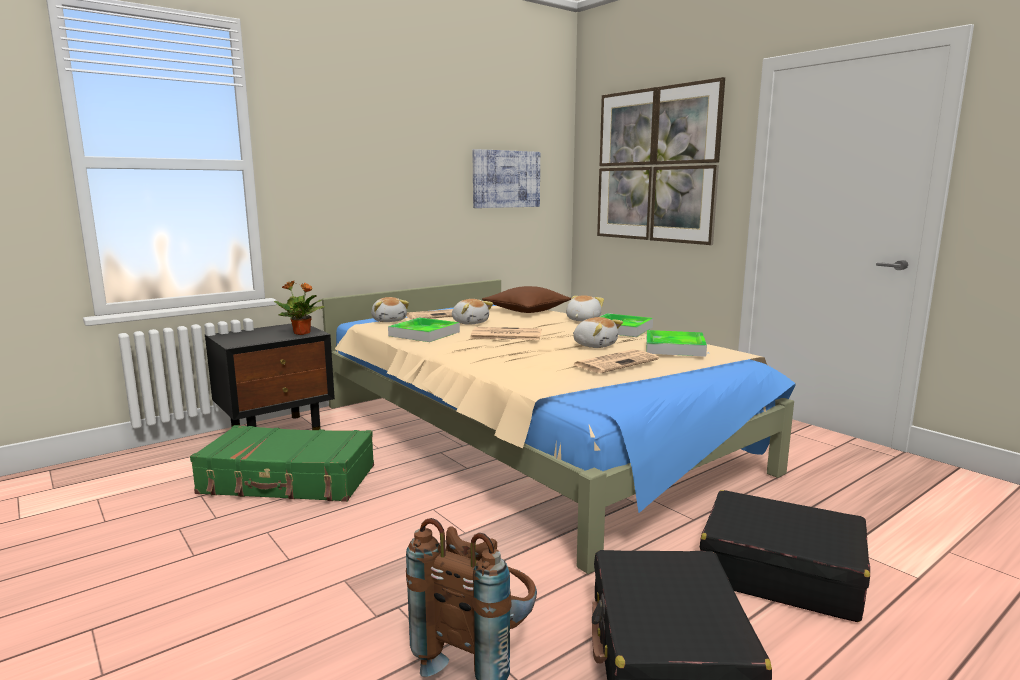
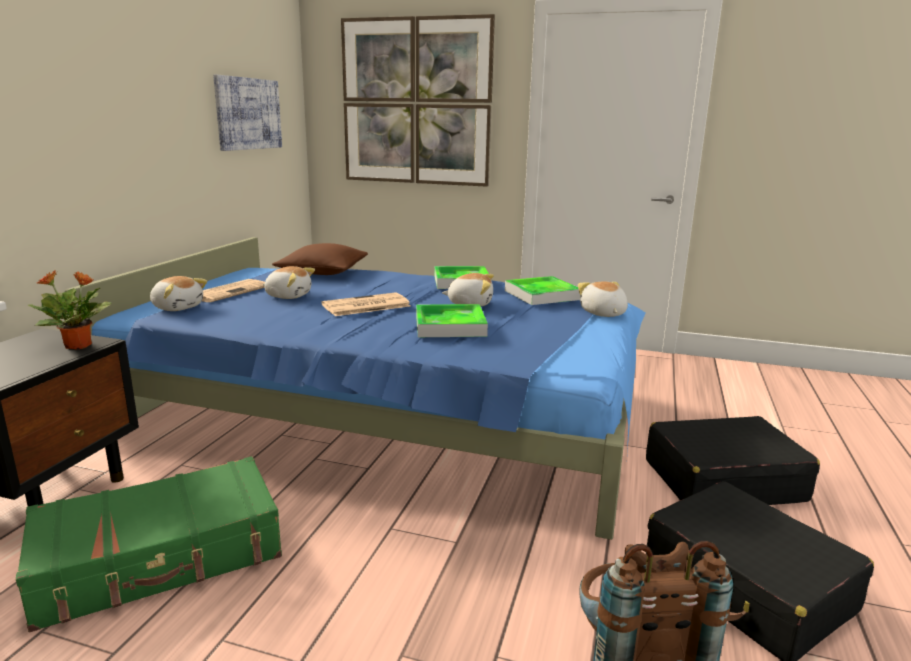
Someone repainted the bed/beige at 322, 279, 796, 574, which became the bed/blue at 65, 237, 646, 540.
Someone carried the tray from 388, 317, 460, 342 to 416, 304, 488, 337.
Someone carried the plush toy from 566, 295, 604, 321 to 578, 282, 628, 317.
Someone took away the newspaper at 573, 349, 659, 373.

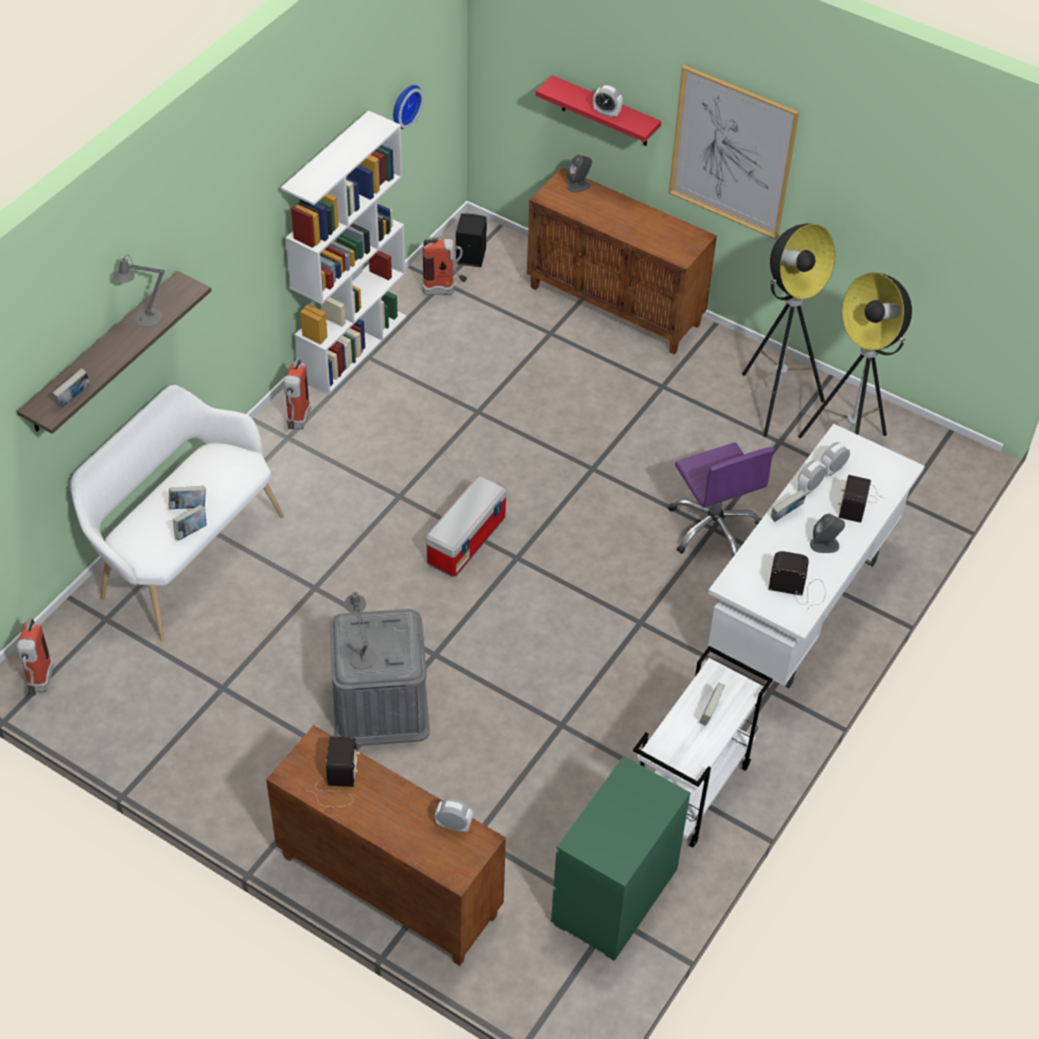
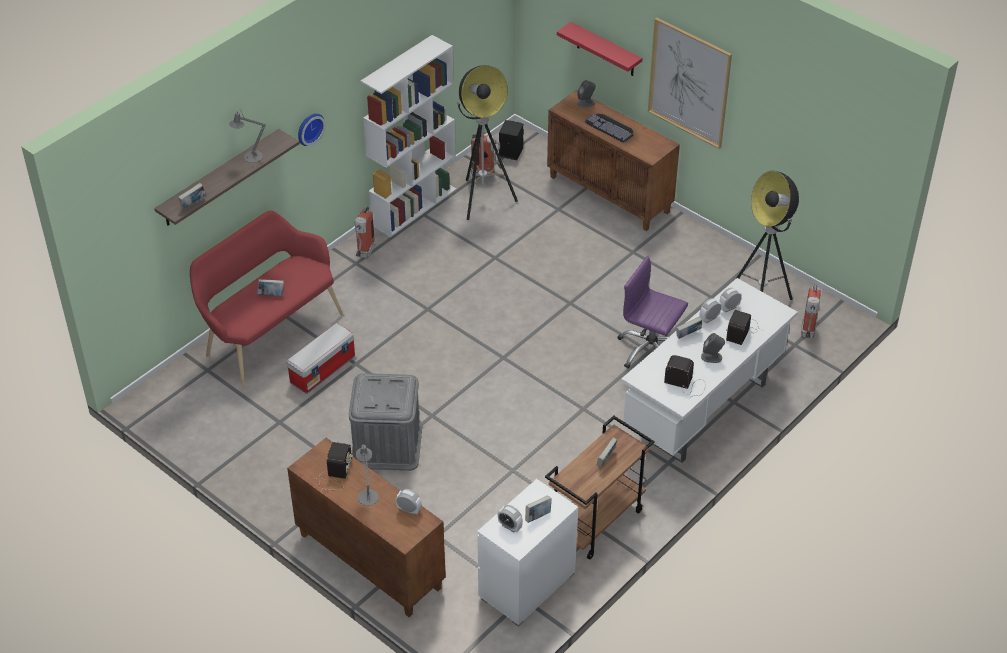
Someone repainted the bench/white at 70, 385, 284, 642, which became the bench/red at 190, 211, 343, 388.
Someone carried the storage box from 426, 475, 507, 577 to 287, 323, 355, 394.
Someone carried the wall clock from 393, 85, 424, 129 to 298, 113, 326, 146.
Someone carried the table lamp/grey from 344, 592, 377, 669 to 356, 445, 379, 506.
Someone carried the floor lamp from 742, 223, 835, 437 to 458, 65, 518, 220.
Someone repainted the dresser/green at 551, 756, 690, 961, which became the dresser/white at 477, 479, 578, 626.
Someone carried the alarm clock from 593, 85, 623, 118 to 498, 505, 523, 532.
Someone carried the book from 173, 505, 207, 541 to 525, 495, 552, 523.
Someone repainted the cart/white at 633, 646, 773, 848, which became the cart/brown at 545, 415, 654, 560.
Someone put down the keyboard at 584, 114, 633, 142.
Someone rotated the office chair/purple at 668, 442, 775, 558 by 135 degrees clockwise.
Someone carried the fire extinguisher from 17, 617, 54, 696 to 801, 284, 821, 338.

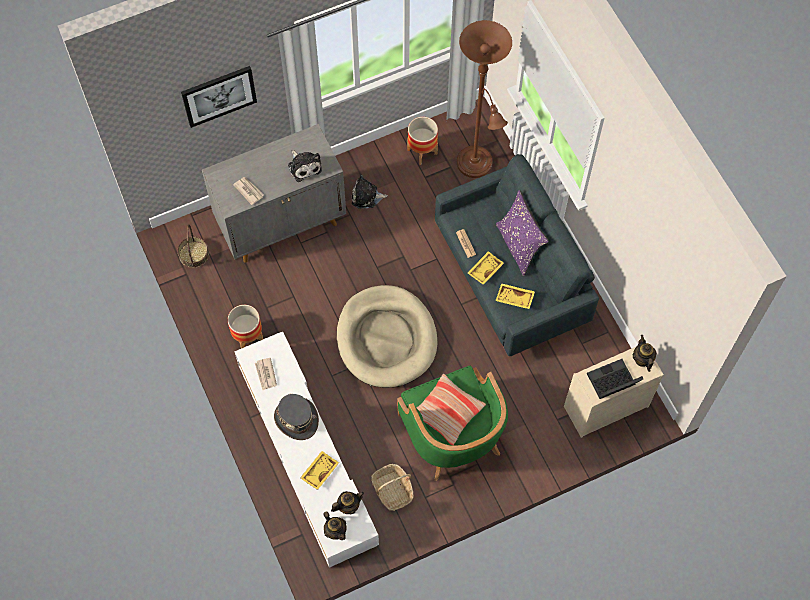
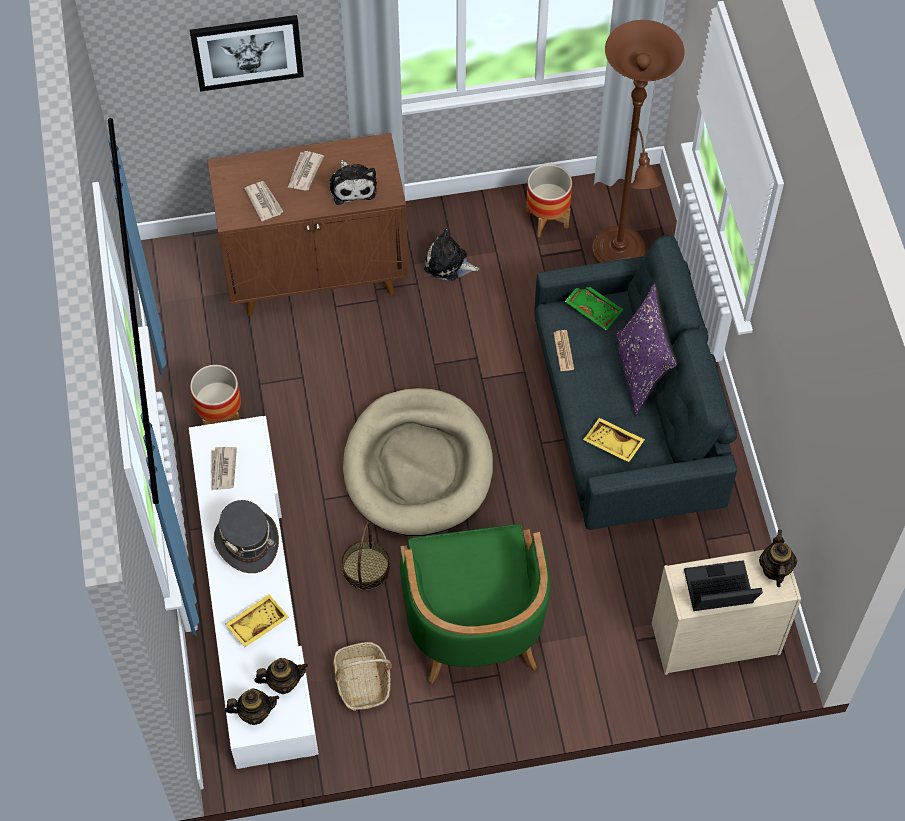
Someone repainted the cabinet/grey at 202, 124, 346, 263, which became the cabinet/brown at 207, 133, 409, 316.
Someone rotated the teapot at 323, 511, 347, 540 by 75 degrees counterclockwise.
Someone put down the newspaper at 288, 151, 324, 191.
Someone carried the basket from 178, 224, 209, 268 to 341, 522, 390, 591.
Someone put down the tray/green at 565, 287, 623, 330.
Someone took away the pillow at 417, 374, 486, 445.
Someone took away the tray/yellow at 467, 251, 504, 285.

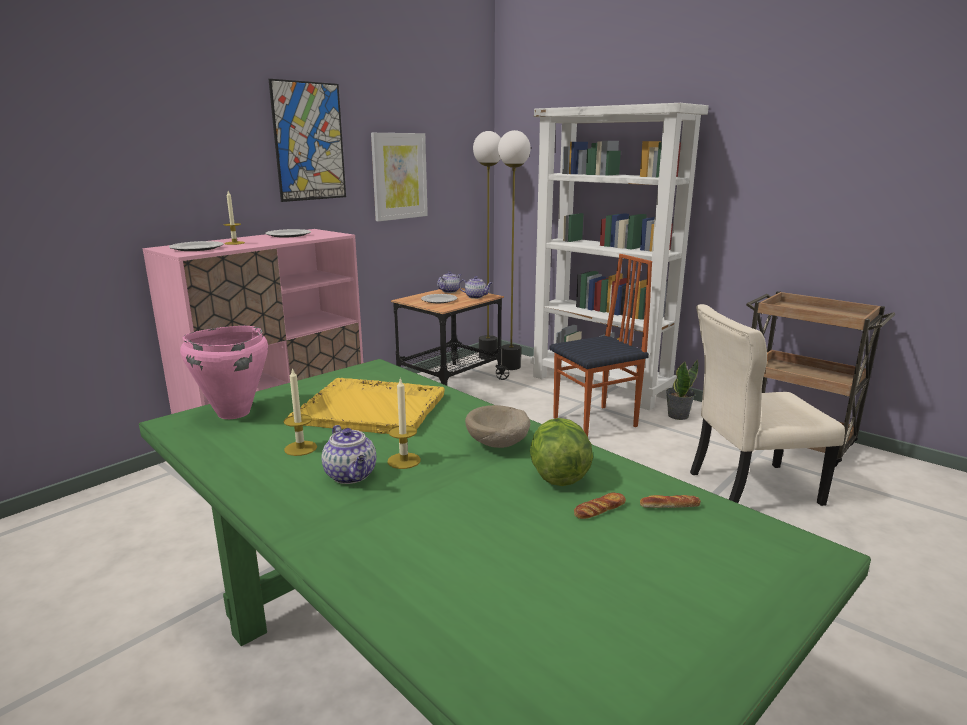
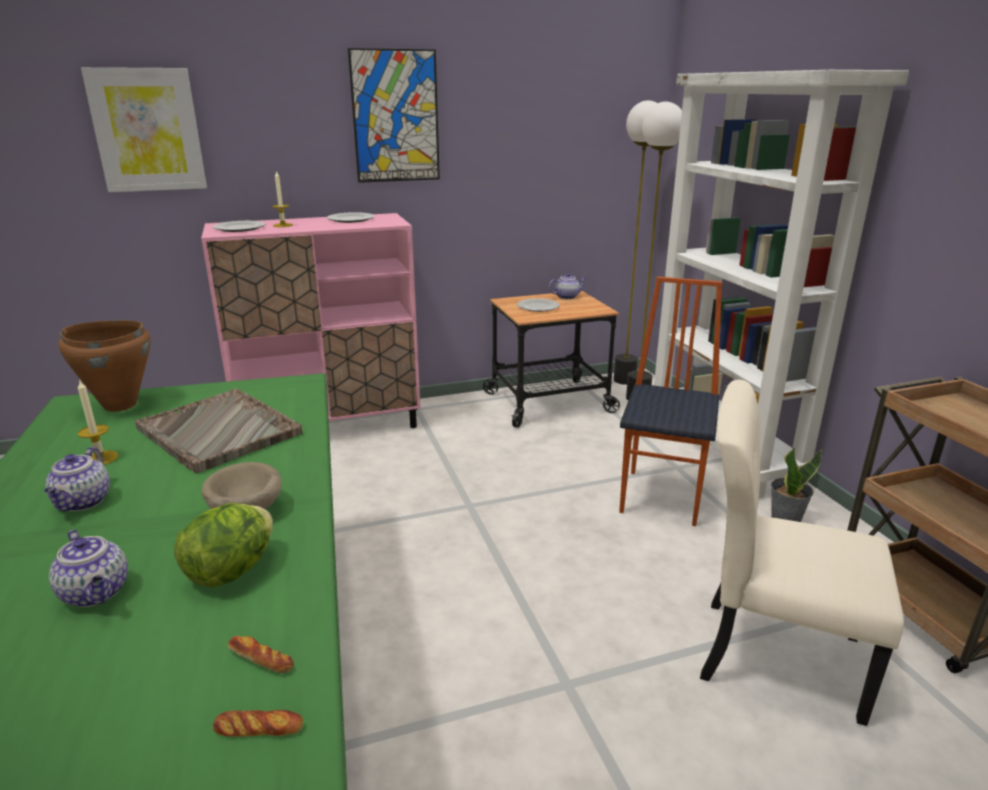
Someone carried the teapot from 459, 276, 492, 299 to 49, 530, 128, 607.
Someone repainted the cooking pot/pink at 180, 326, 268, 419, which became the cooking pot/brown at 58, 320, 151, 412.
Someone carried the picture from 371, 133, 428, 222 to 81, 67, 207, 192.
Someone repainted the tray/yellow at 288, 378, 445, 434, which became the tray/grey at 135, 389, 302, 473.
Someone carried the bread from 574, 492, 626, 519 to 213, 710, 303, 737.
Someone rotated the chair at 549, 254, 652, 436 by 75 degrees counterclockwise.
Someone took away the candle at 387, 377, 421, 469.

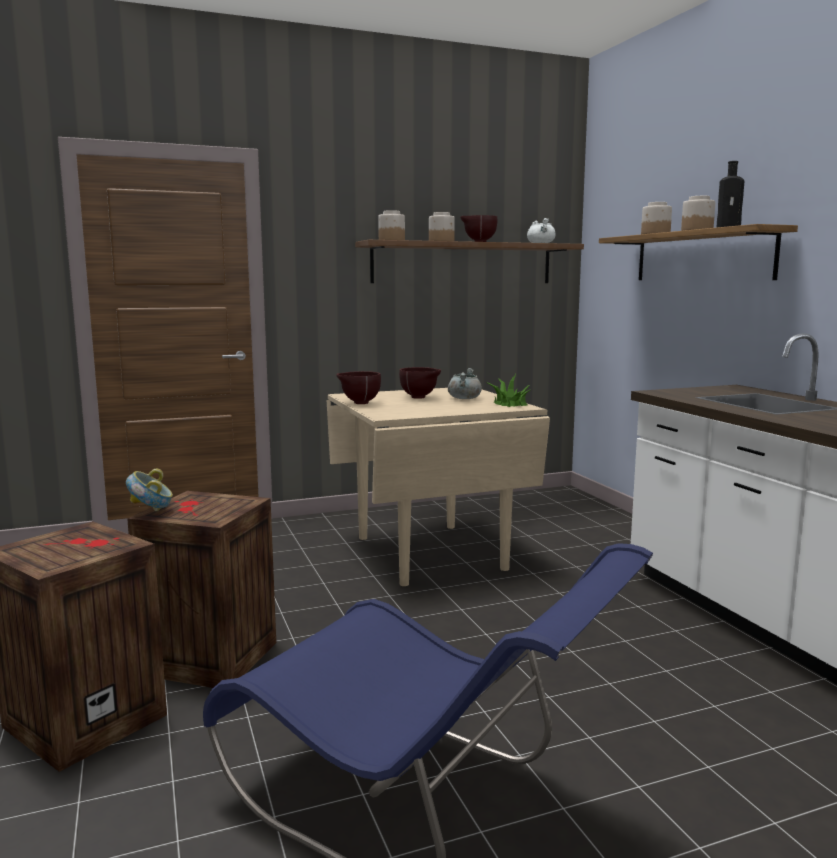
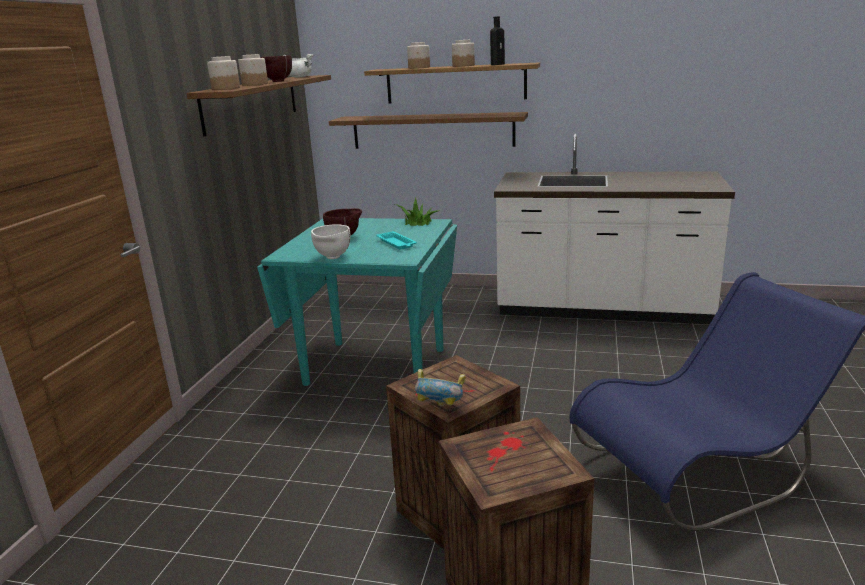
Someone repainted the dining table/beige at 326, 388, 550, 586, which became the dining table/turquoise at 257, 218, 457, 386.
Someone repainted the bowl/brown at 336, 371, 381, 404, which became the bowl/white at 311, 224, 350, 259.
Someone put up the shelf/brown at 329, 112, 528, 149.
Someone put down the tray/turquoise at 377, 231, 417, 250.
Someone took away the cooking pot/grey at 448, 368, 482, 399.

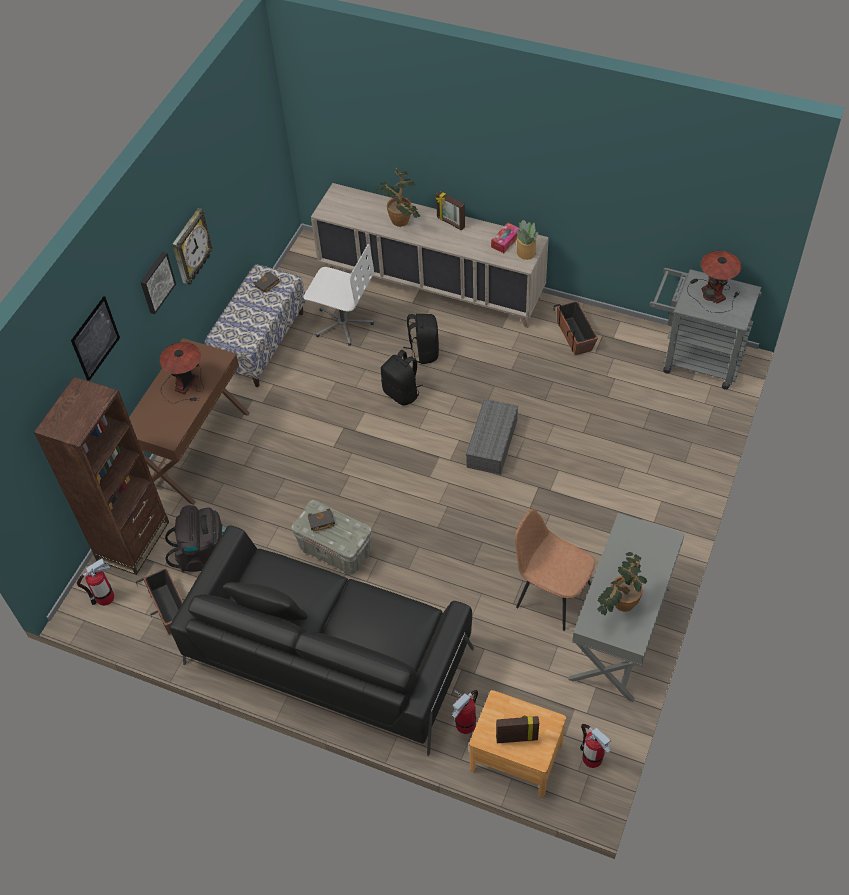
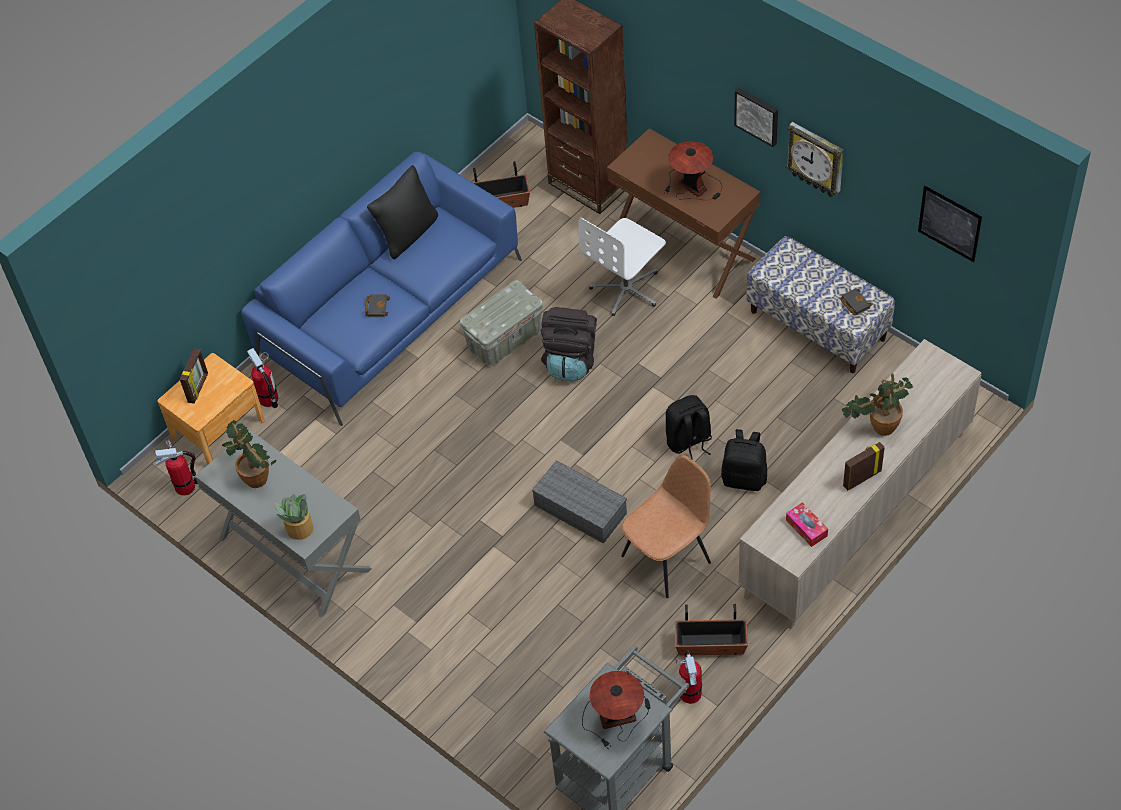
Someone repainted the sofa/black at 169, 525, 474, 756, which became the sofa/blue at 241, 152, 522, 426.
Someone carried the potted plant from 516, 220, 538, 260 to 274, 494, 314, 540.
Someone carried the book/black from 308, 509, 335, 532 to 365, 294, 390, 317.
Someone carried the backpack/black from 165, 505, 227, 572 to 540, 307, 597, 381.
Someone carried the office chair/white from 303, 244, 374, 346 to 578, 217, 666, 316.
Someone carried the chair/brown from 515, 508, 595, 631 to 621, 455, 711, 598.
Someone carried the fire extinguisher from 76, 558, 115, 606 to 676, 650, 702, 704.
Someone carried the picture from 71, 296, 120, 381 to 918, 186, 982, 262.

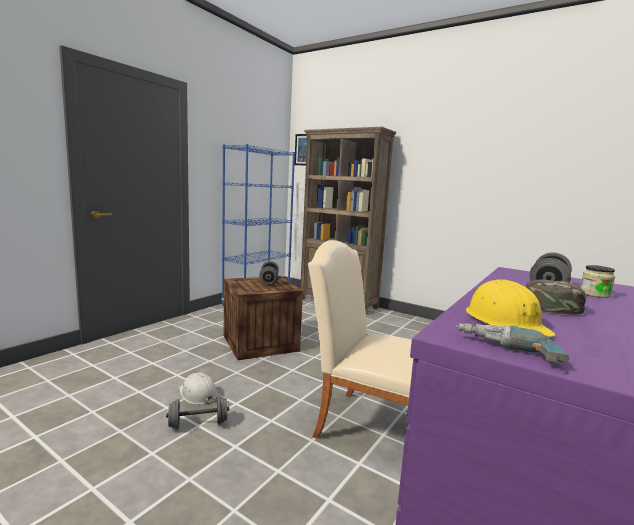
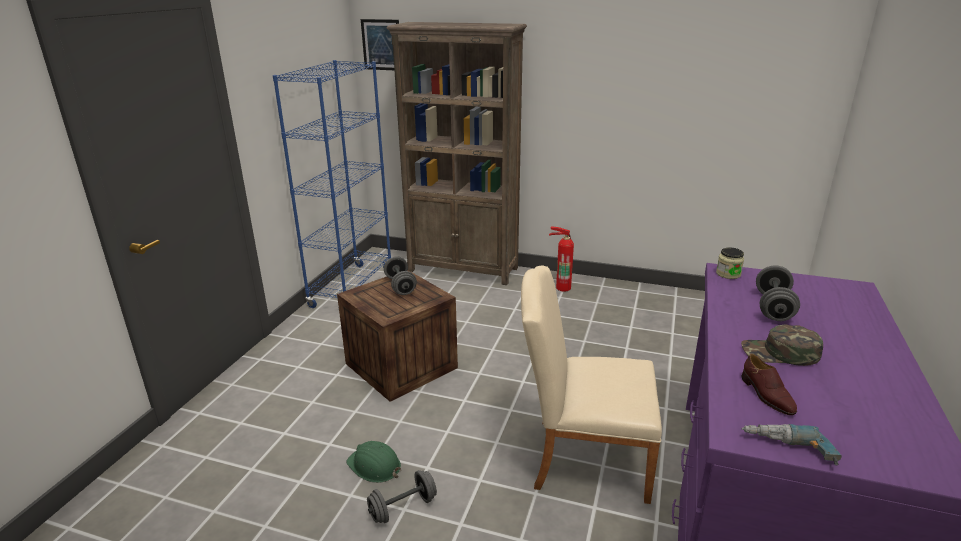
Someone repainted the hard hat/white at 179, 373, 218, 405, which became the hard hat/green at 346, 441, 401, 483.
Someone put down the fire extinguisher at 549, 226, 574, 292.
Someone carried the jar from 580, 265, 615, 298 to 716, 247, 744, 279.
Someone swapped the hard hat/yellow at 466, 278, 555, 337 for the shoe/brown at 742, 354, 797, 415.

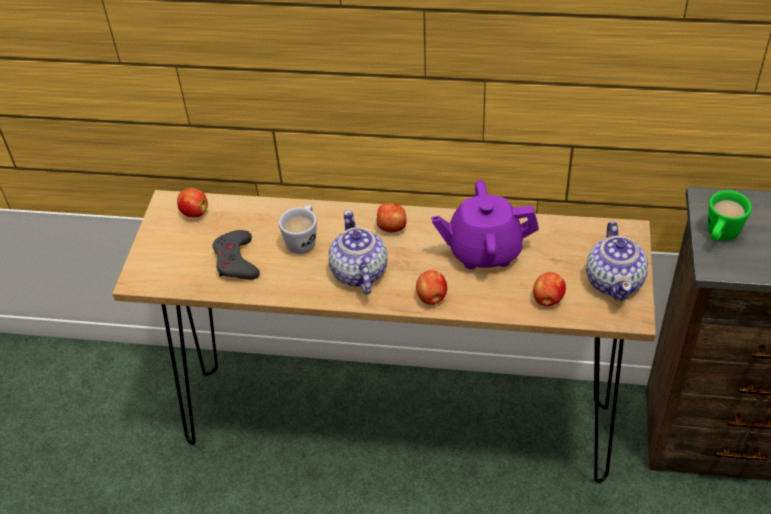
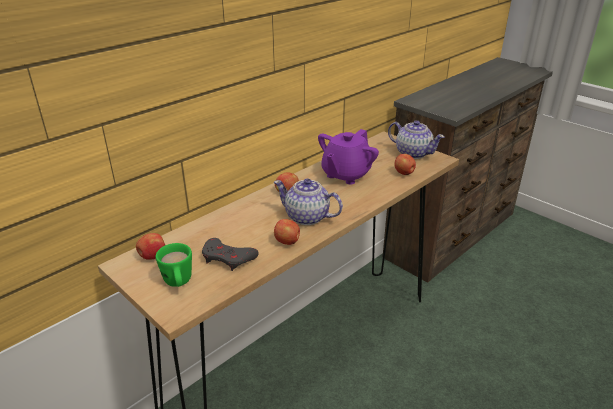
Someone carried the mug/green from 708, 190, 752, 241 to 156, 243, 192, 287.
Someone carried the apple from 416, 270, 447, 305 to 274, 219, 300, 245.
Someone took away the mug/white at 279, 205, 317, 254.

